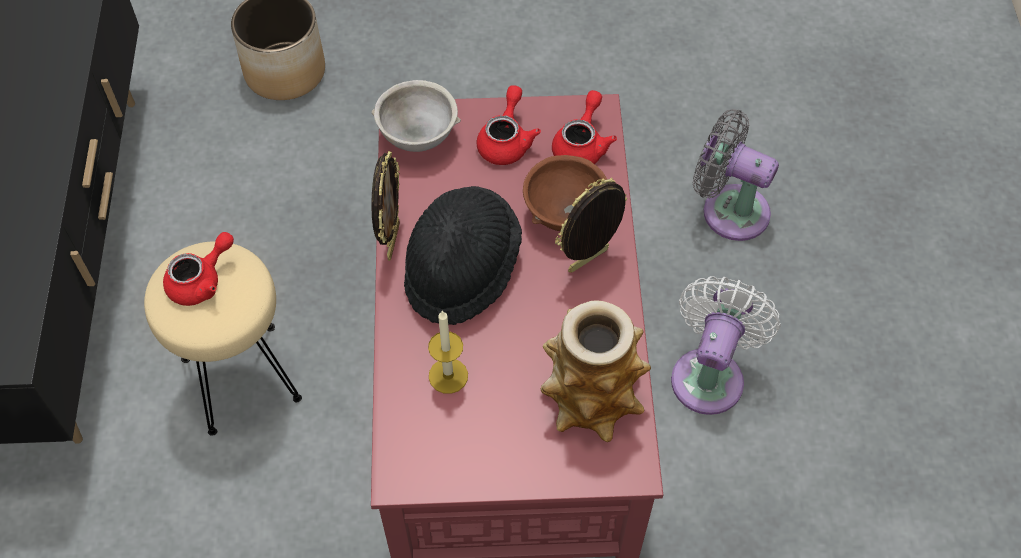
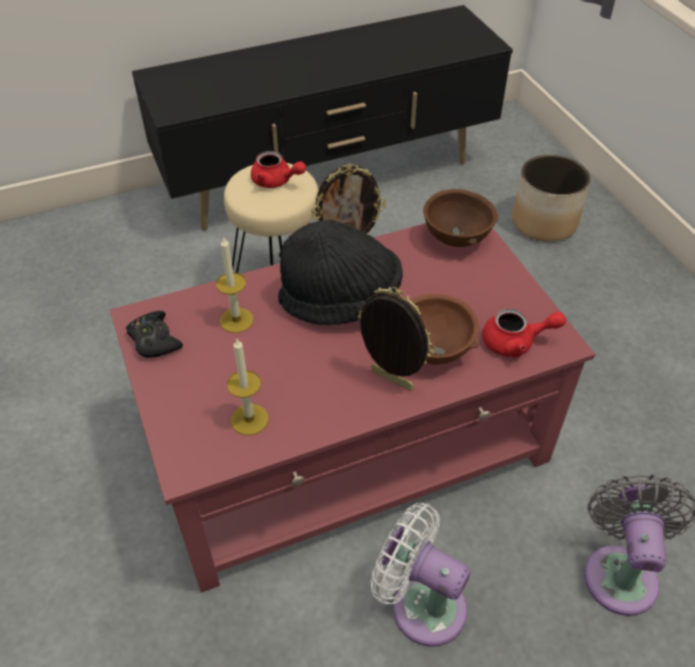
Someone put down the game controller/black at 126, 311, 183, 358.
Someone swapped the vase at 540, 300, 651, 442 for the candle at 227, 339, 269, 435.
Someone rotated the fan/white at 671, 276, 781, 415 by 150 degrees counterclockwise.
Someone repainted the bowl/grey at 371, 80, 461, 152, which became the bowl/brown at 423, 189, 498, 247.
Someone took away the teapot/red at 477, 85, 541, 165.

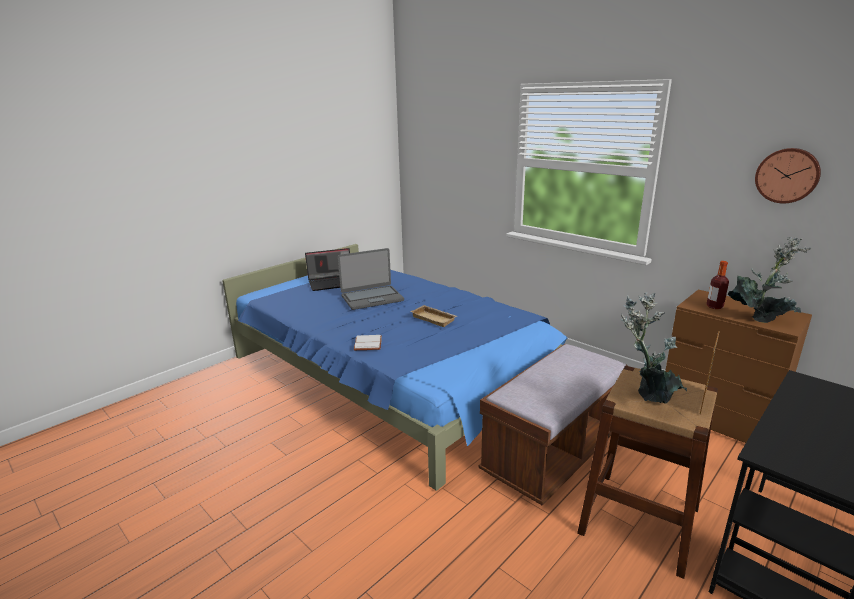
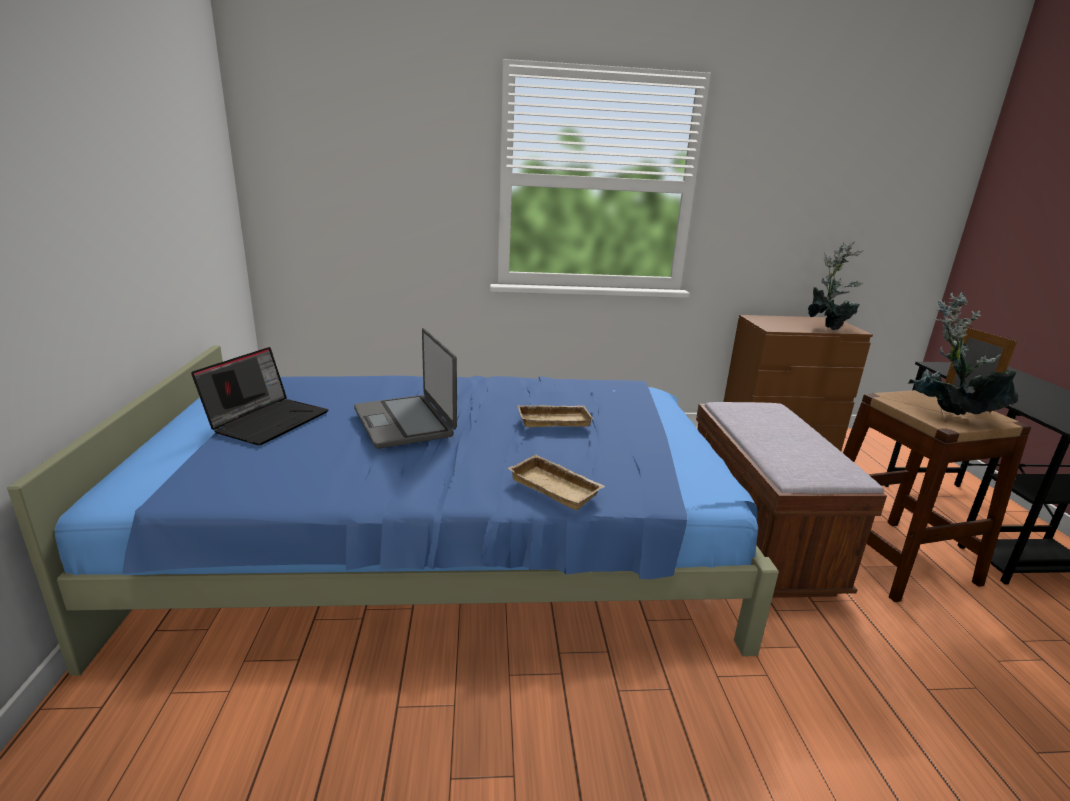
Someone rotated the laptop at 338, 248, 404, 310 by 135 degrees clockwise.
Someone swapped the book/white at 354, 335, 382, 350 for the tray/beige at 508, 455, 605, 510.
Someone took away the bottle at 706, 261, 729, 309.
Someone took away the wall clock at 755, 148, 821, 203.

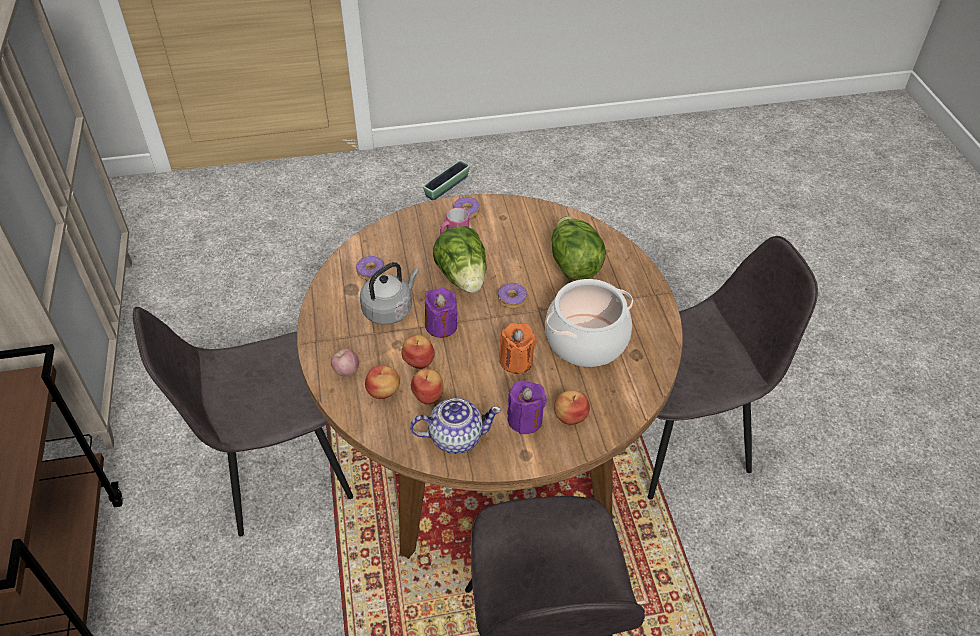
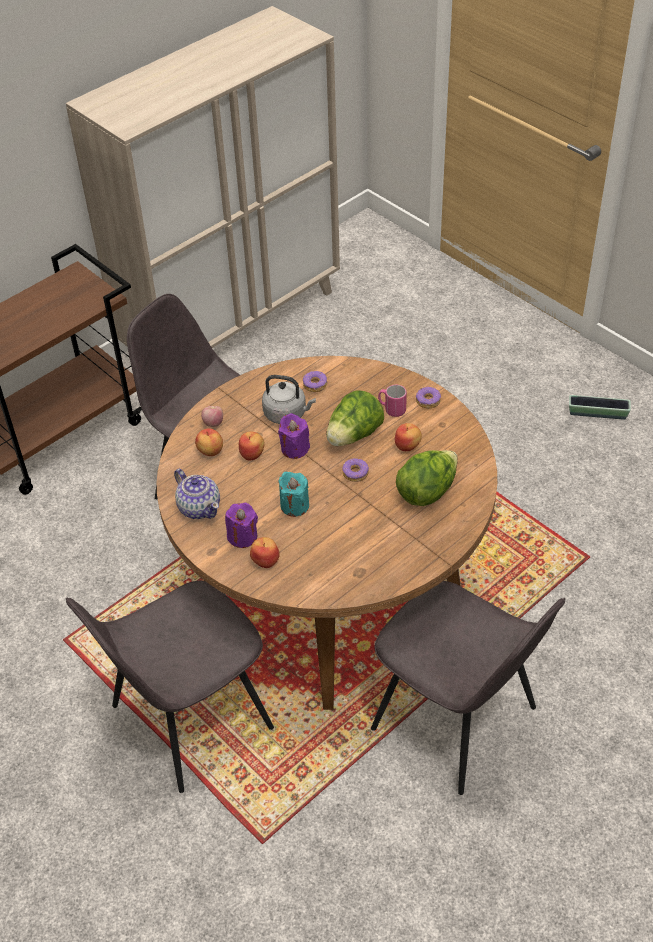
Someone repainted the candle/orange at 499, 323, 537, 374, which became the candle/turquoise at 278, 472, 309, 517.
Someone carried the apple from 411, 369, 443, 405 to 395, 423, 422, 451.
Someone took away the cooking pot at 545, 279, 633, 367.

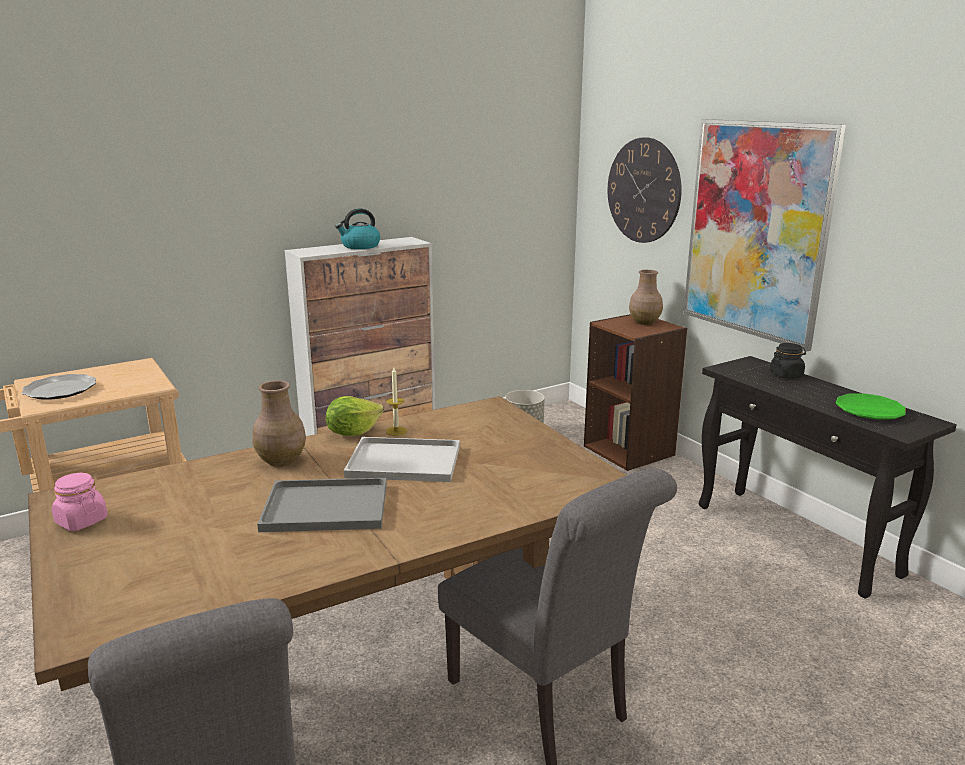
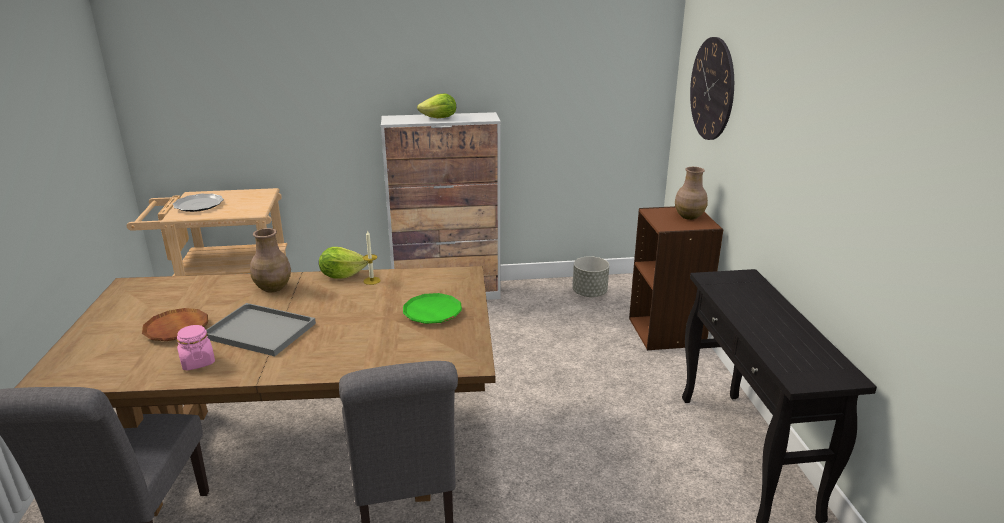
Someone put down the plate/brown at 142, 308, 208, 341.
Someone carried the jar/pink from 52, 473, 108, 531 to 177, 325, 215, 371.
Someone carried the plate/green from 836, 393, 906, 420 to 403, 293, 462, 324.
Someone swapped the kettle at 335, 208, 380, 249 for the lettuce at 417, 93, 456, 118.
Someone took away the tray/white at 344, 437, 460, 482.
Someone took away the picture at 683, 119, 846, 351.
Someone took away the jar/black at 770, 343, 806, 378.

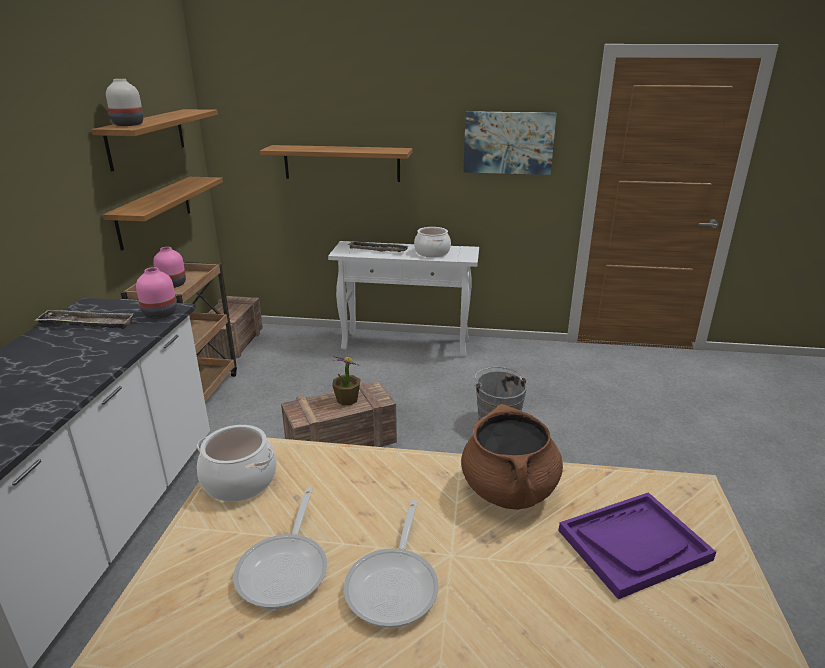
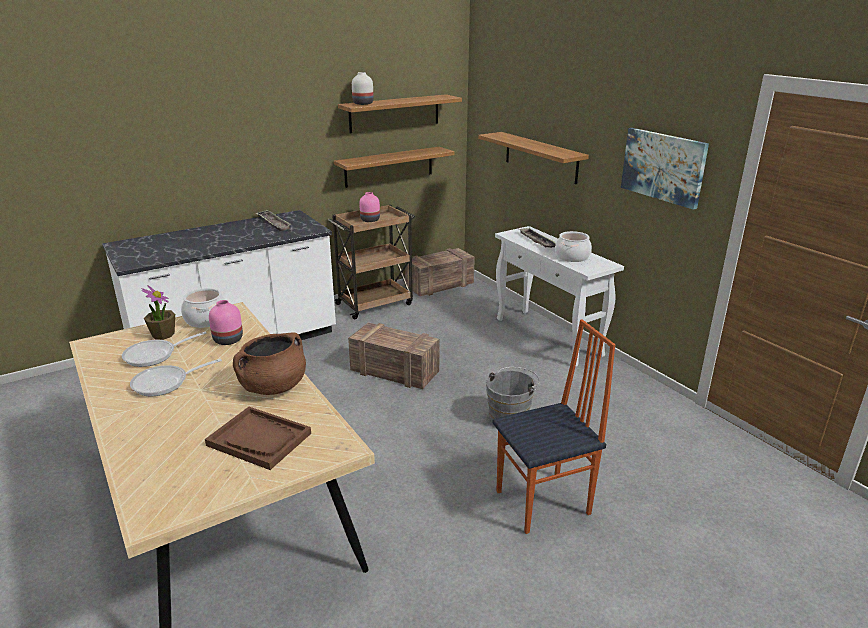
Someone carried the potted plant from 332, 356, 361, 405 to 141, 285, 175, 340.
Someone repainted the tray/purple at 558, 492, 716, 599, which became the tray/brown at 205, 407, 311, 470.
Someone carried the vase/pink from 136, 267, 177, 319 to 209, 300, 243, 345.
Someone put down the chair at 493, 319, 615, 534.

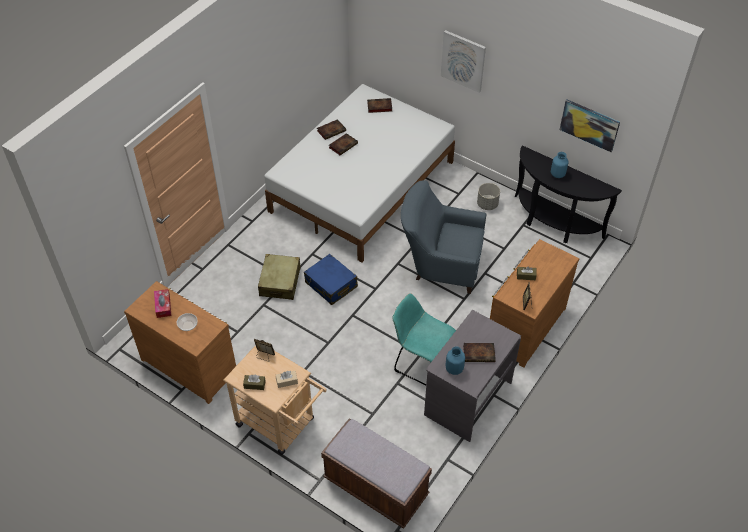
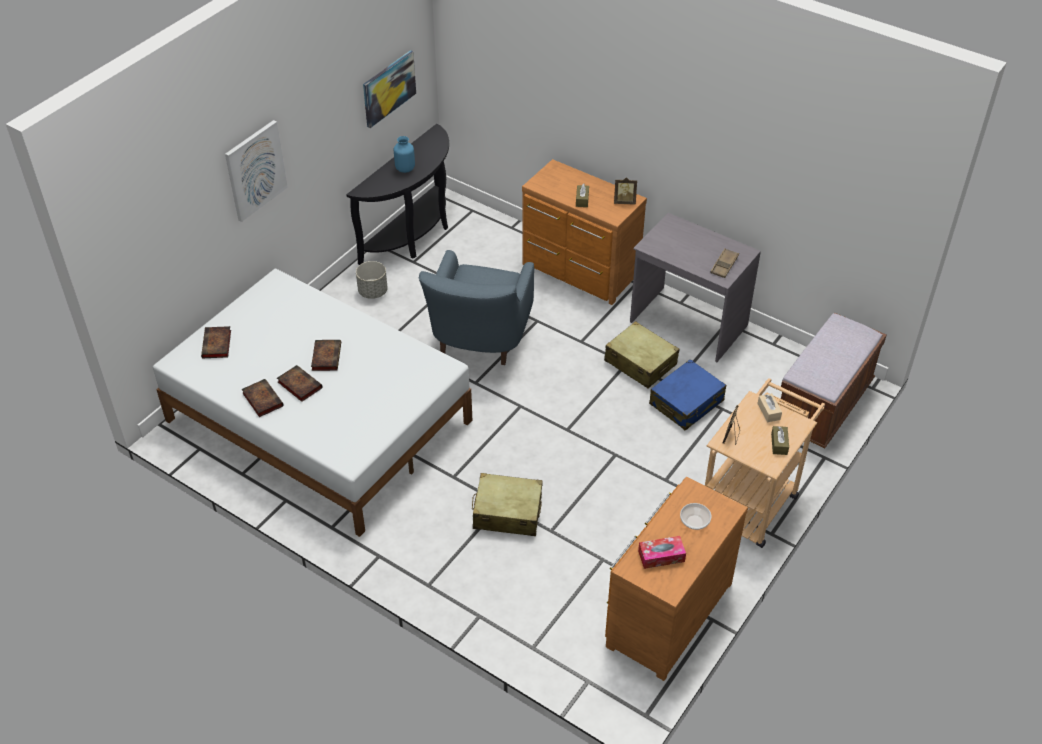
Someone carried the book from 463, 343, 496, 362 to 311, 340, 341, 371.
Someone swapped the chair/turquoise at 392, 293, 456, 385 for the suitcase/beige at 604, 321, 679, 389.
Someone carried the suitcase/blue from 304, 254, 358, 305 to 649, 359, 726, 431.
Someone swapped the vase/blue at 446, 346, 465, 375 for the tray/brown at 710, 248, 739, 278.

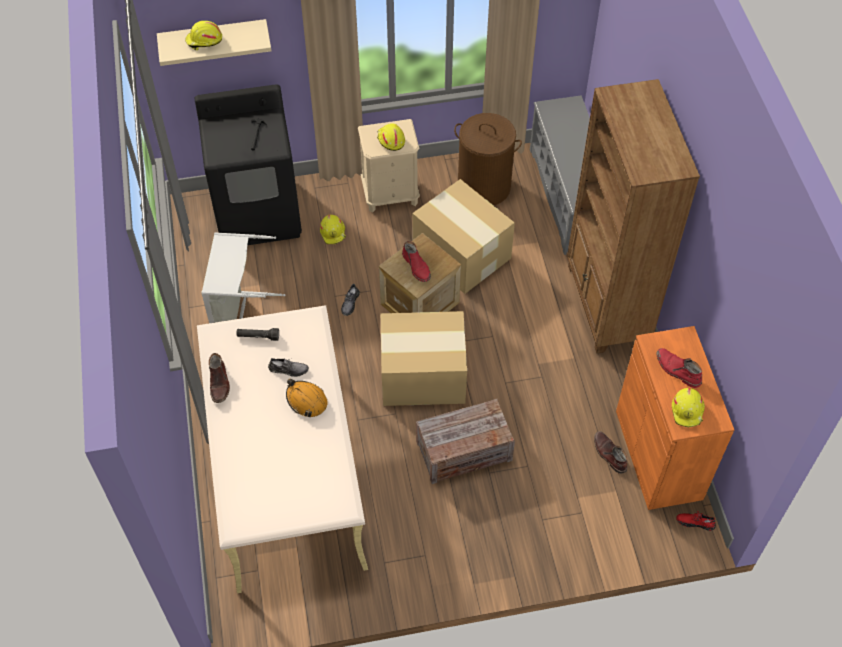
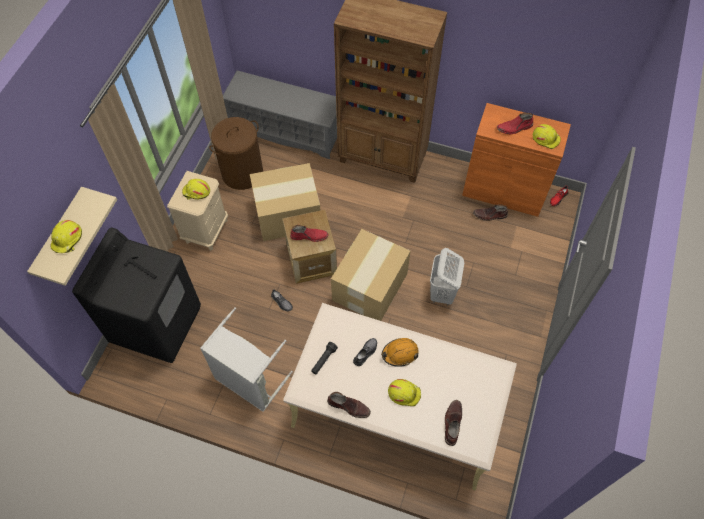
Someone carried the hard hat/yellow from 320, 215, 346, 244 to 388, 379, 421, 406.
Someone swapped the crate at 416, 399, 515, 484 for the laundry basket/white at 430, 248, 464, 305.
Someone put down the boot/brown at 445, 400, 462, 446.

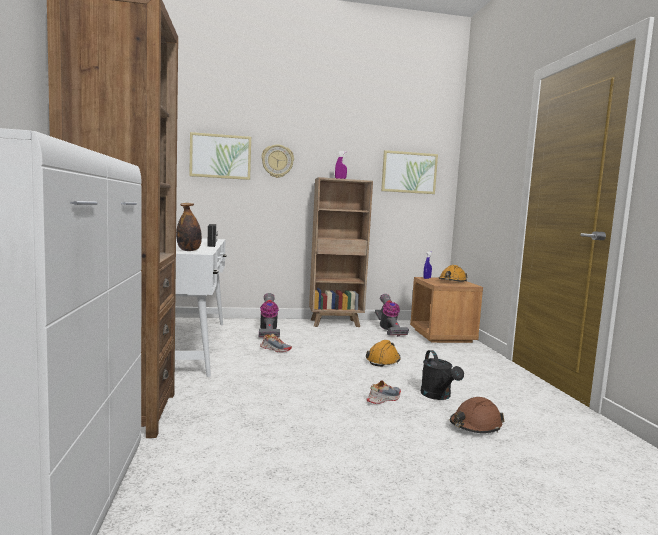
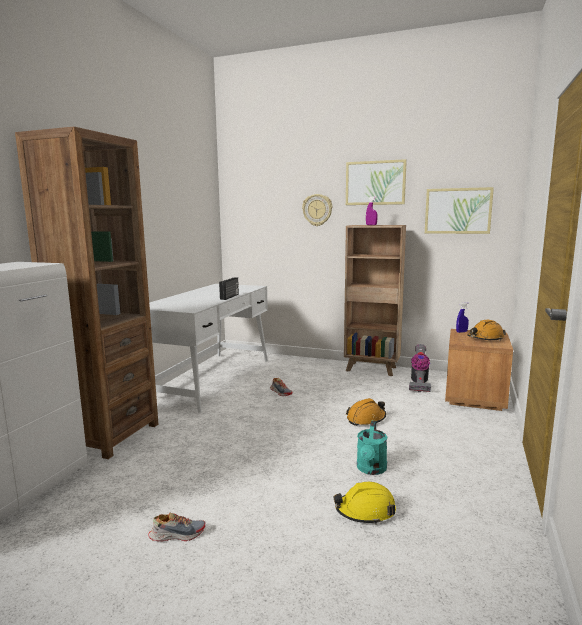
Someone carried the shoe from 366, 380, 401, 404 to 148, 512, 205, 542.
Someone repainted the hard hat/brown at 450, 397, 504, 433, which became the hard hat/yellow at 333, 482, 396, 525.
Someone carried the picture from 189, 132, 251, 180 to 346, 159, 407, 205.
Someone repainted the watering can/black at 421, 350, 464, 400, which became the watering can/turquoise at 357, 421, 387, 475.
Someone took away the bottle at 176, 203, 202, 251.
Someone took away the vacuum cleaner at 259, 293, 280, 337.

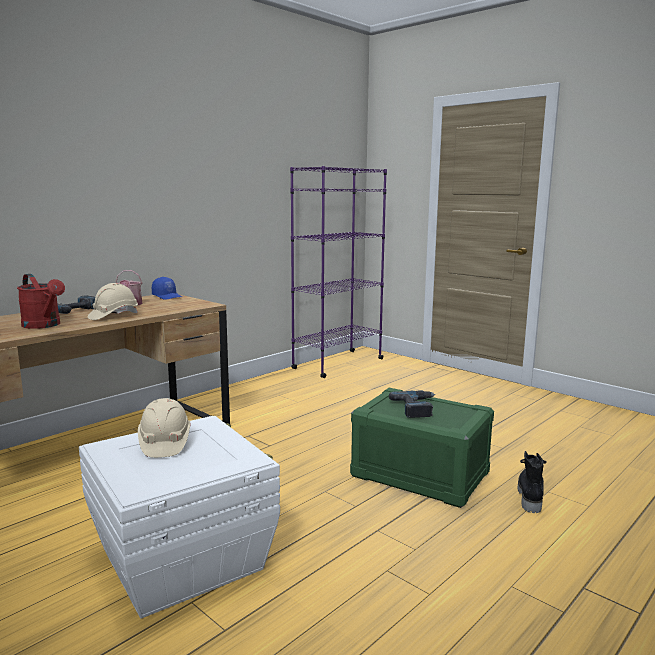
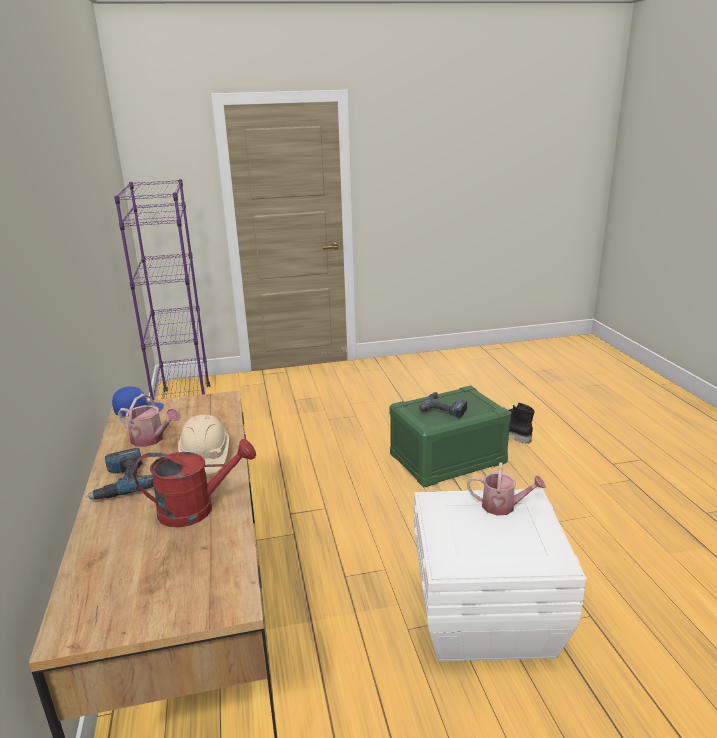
Someone put down the watering can at 467, 463, 546, 516.
Someone took away the hard hat/beige at 138, 398, 190, 458.

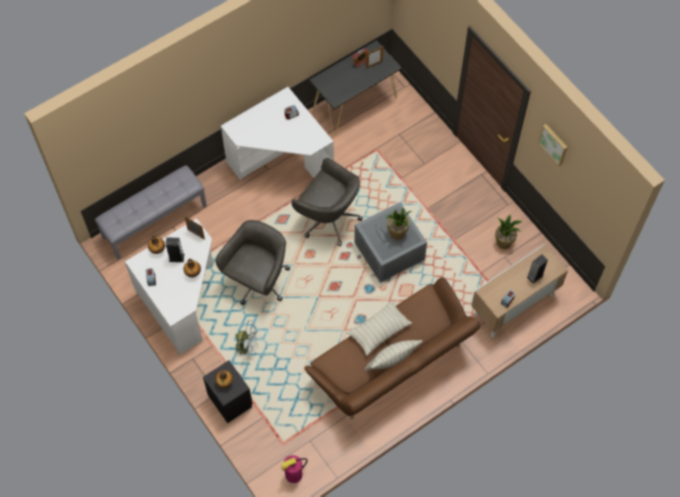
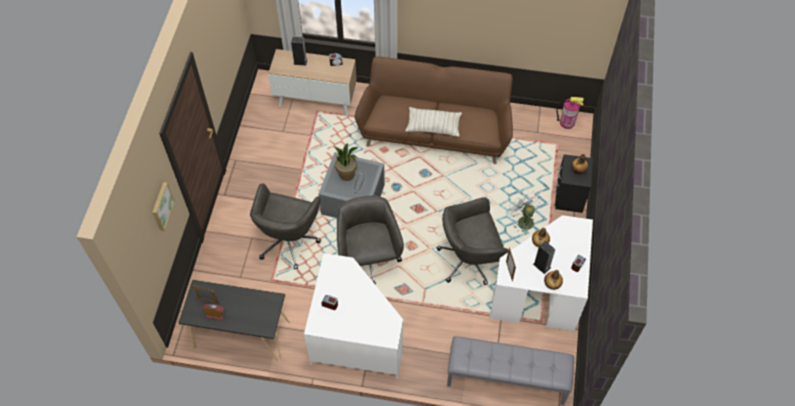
Someone carried the picture from 538, 124, 568, 166 to 152, 182, 175, 231.
Someone put down the office chair/grey at 250, 183, 321, 269.
Someone took away the pillow at 365, 340, 422, 371.
Someone took away the potted plant at 495, 215, 523, 249.

